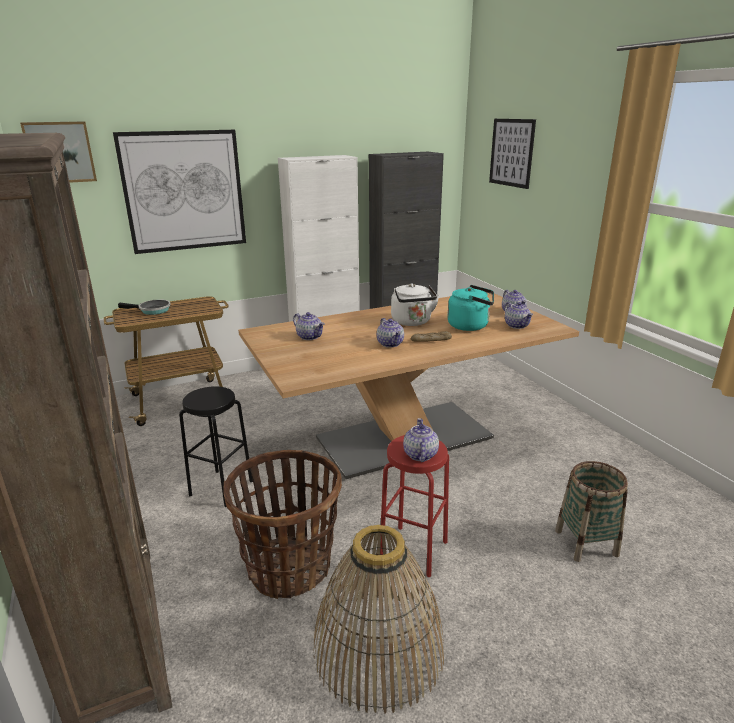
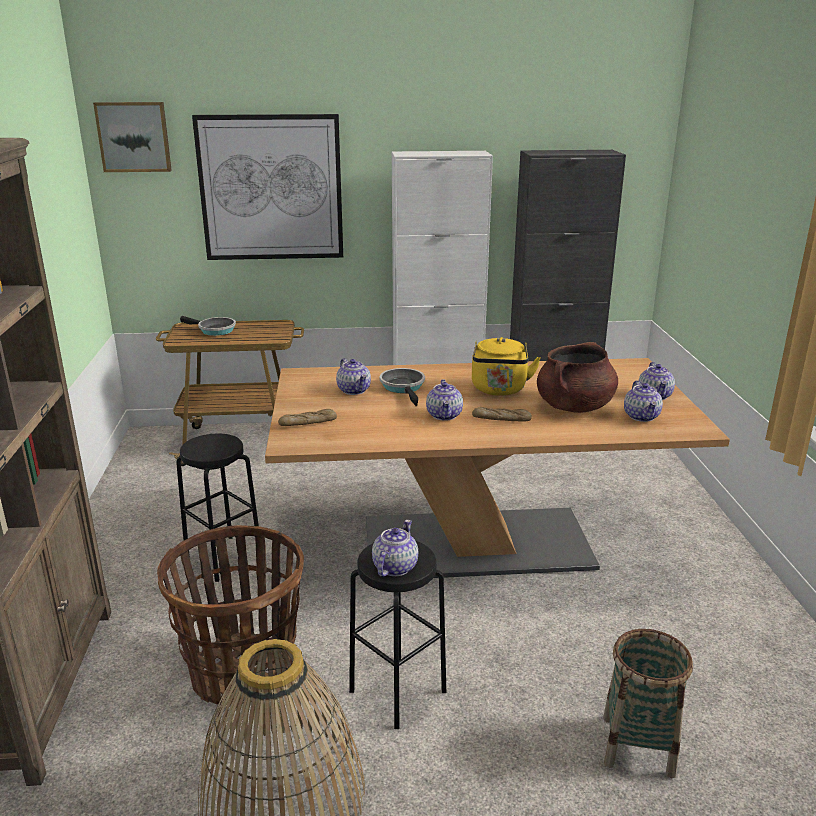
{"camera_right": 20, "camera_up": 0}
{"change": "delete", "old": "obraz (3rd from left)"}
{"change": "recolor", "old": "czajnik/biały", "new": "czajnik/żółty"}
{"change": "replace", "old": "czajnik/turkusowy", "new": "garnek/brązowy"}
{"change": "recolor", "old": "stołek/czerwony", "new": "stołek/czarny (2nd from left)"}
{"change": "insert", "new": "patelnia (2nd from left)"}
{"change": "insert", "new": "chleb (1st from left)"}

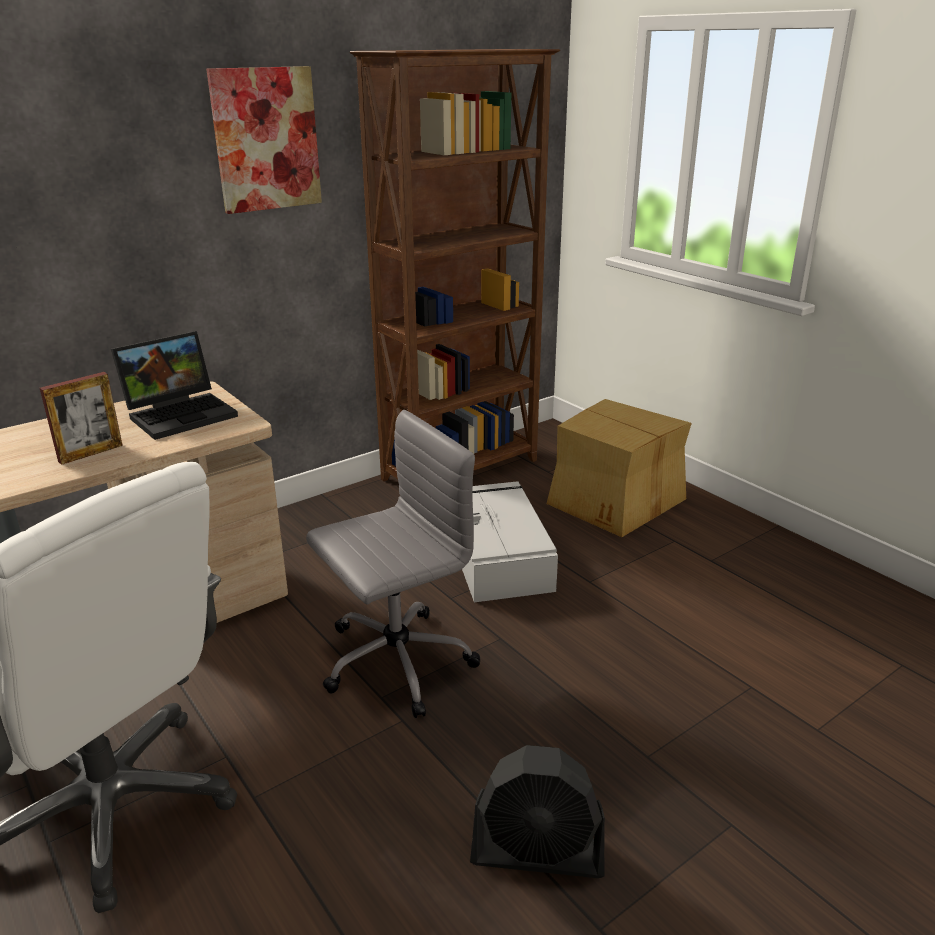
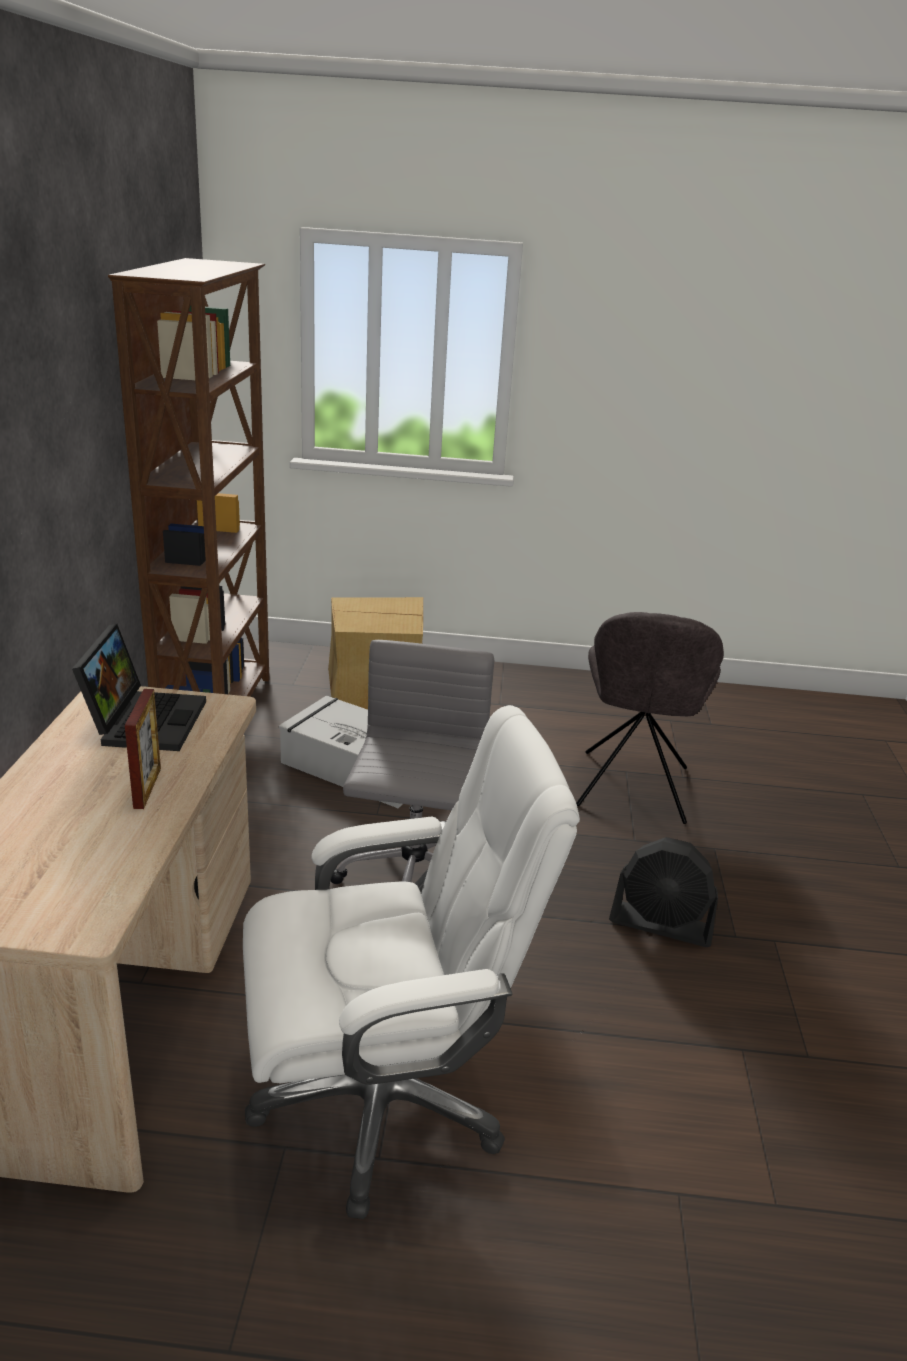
{"camera_right": -50, "camera_up": 0}
{"change": "delete", "old": "obraz"}
{"change": "rotate", "old": "wentylator/czarny", "degrees": 60}
{"change": "insert", "new": "krzesło/szary"}

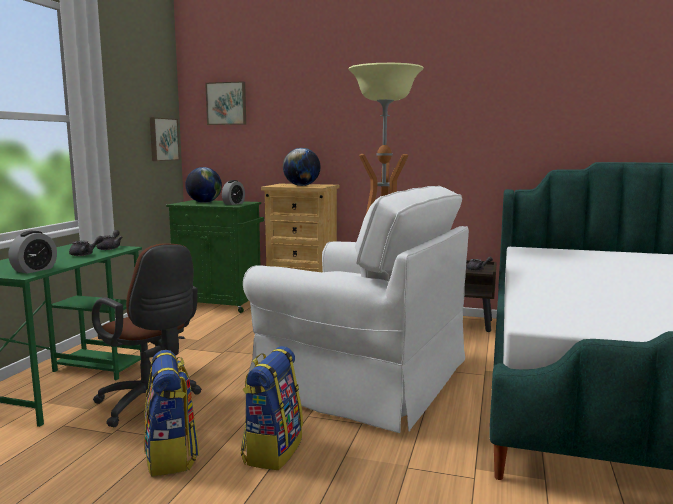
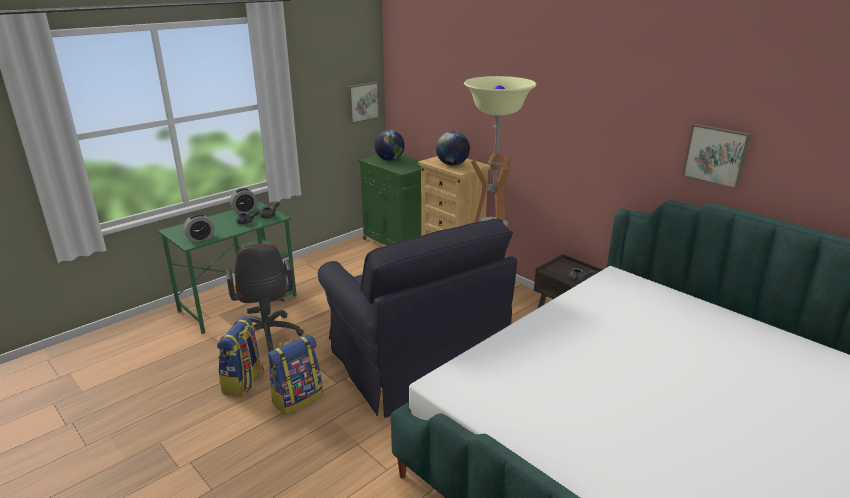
{"camera_right": 30, "camera_up": 15}
{"change": "move", "old": "obraz (2nd from left)"}
{"change": "move", "old": "budzik (2nd from left)"}
{"change": "recolor", "old": "fotel/biały", "new": "fotel/czarny"}

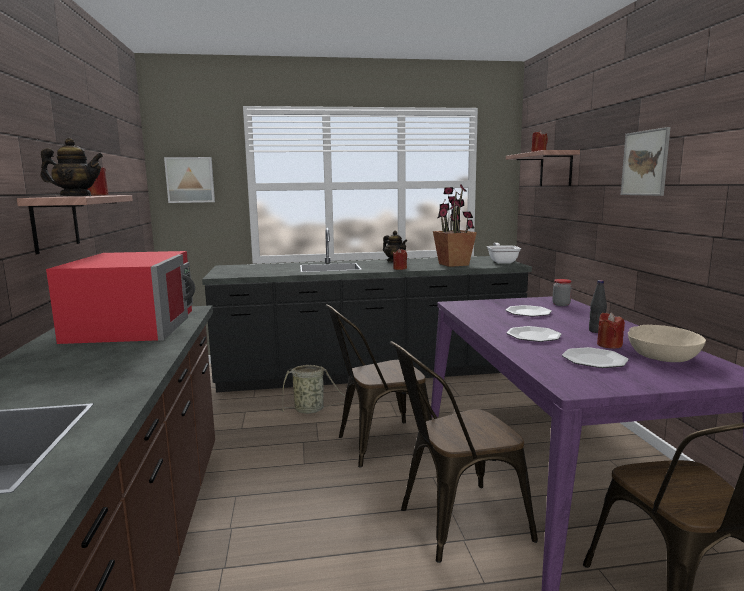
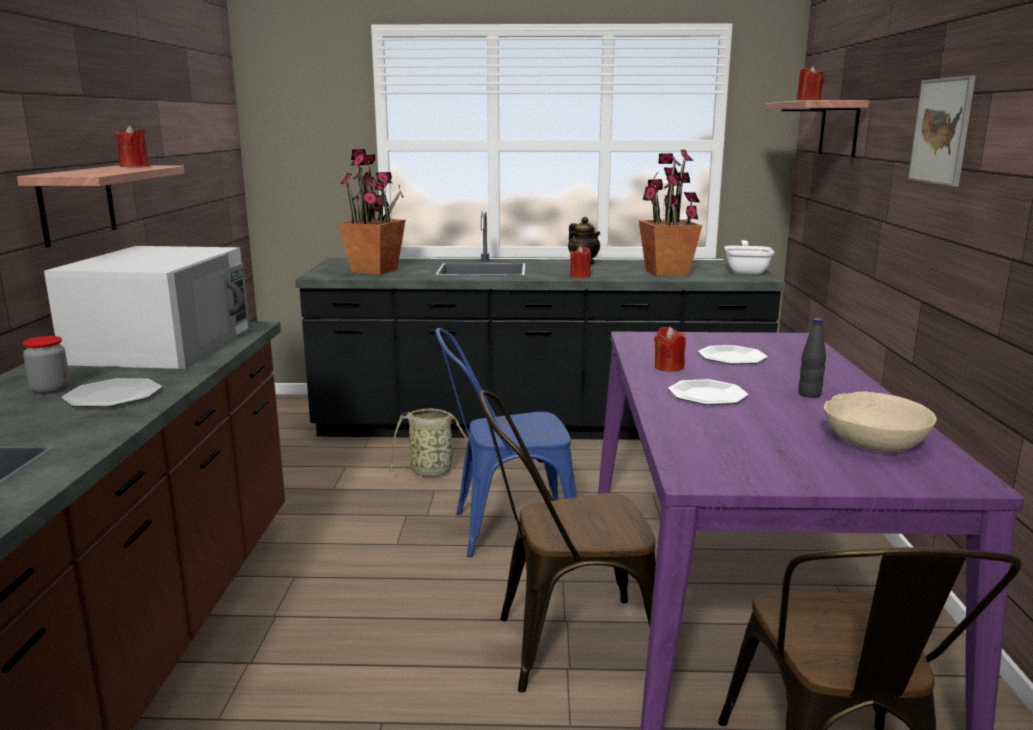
{"camera_right": 10, "camera_up": 5}
{"change": "delete", "old": "imbryk (1st from left)"}
{"change": "delete", "old": "obraz (1st from left)"}
{"change": "recolor", "old": "mikrofalówka/czerwony", "new": "mikrofalówka/biały"}
{"change": "move", "old": "słoik"}
{"change": "recolor", "old": "krzesło/brązowy (1st from left)", "new": "krzesło/niebieski"}
{"change": "move", "old": "świeca/czerwony (4th from left in the first image)", "new": "świeca/czerwony (3rd from left)"}
{"change": "move", "old": "talerz (3rd from left in the first image)", "new": "talerz (1st from left)"}
{"change": "insert", "new": "roślina doniczkowa (1st from left)"}

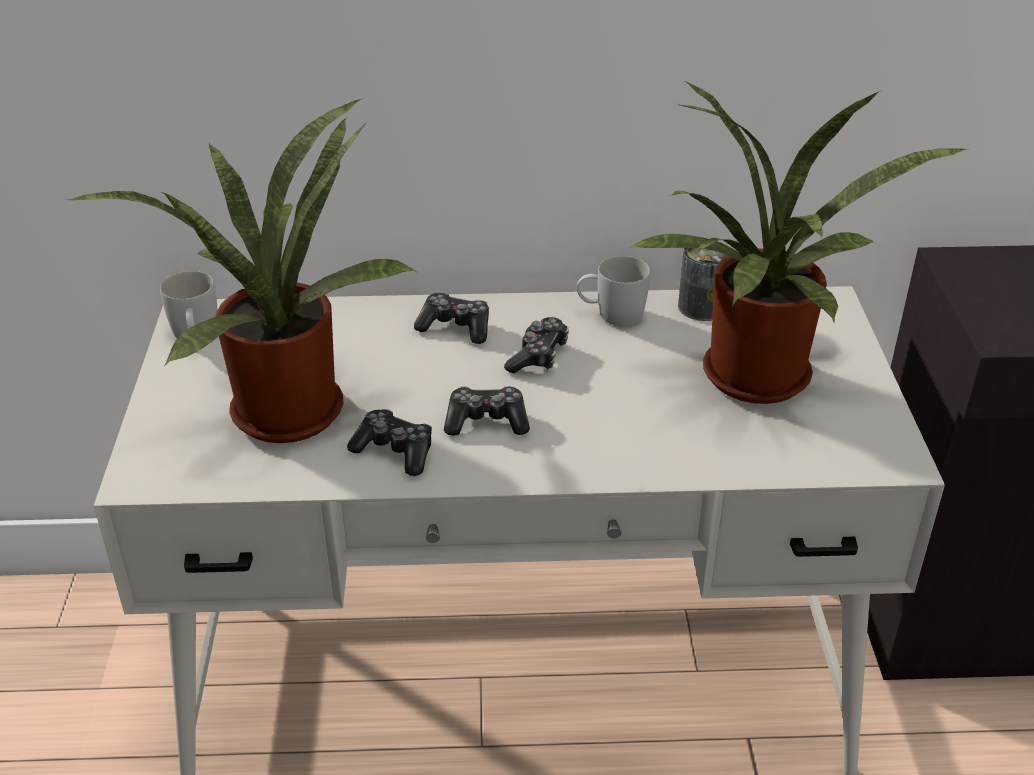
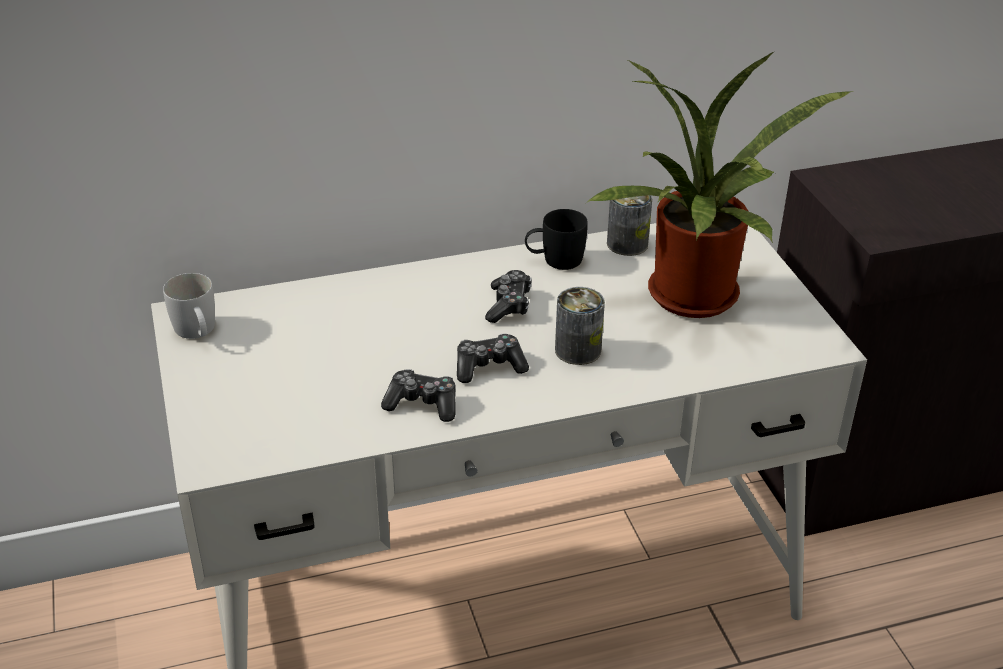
{"camera_right": -15, "camera_up": 0}
{"change": "delete", "old": "roślina doniczkowa (1st from left)"}
{"change": "recolor", "old": "kubek/biały (2nd from left)", "new": "kubek/czarny"}
{"change": "delete", "old": "pad do gier (2nd from left)"}
{"change": "insert", "new": "puszka (1st from left)"}

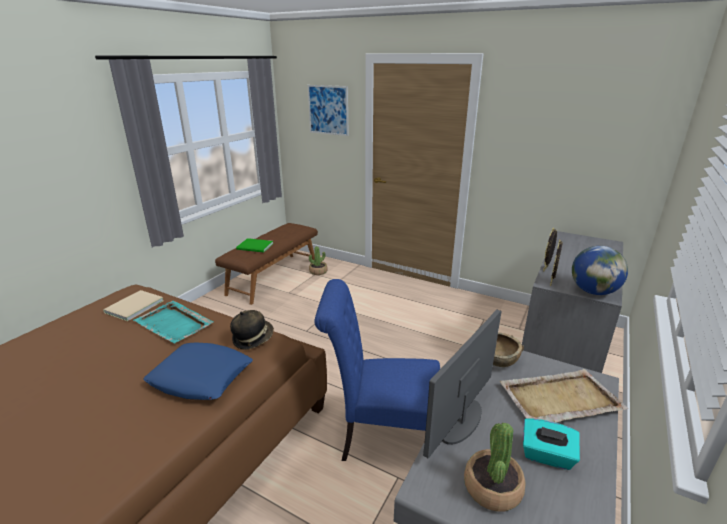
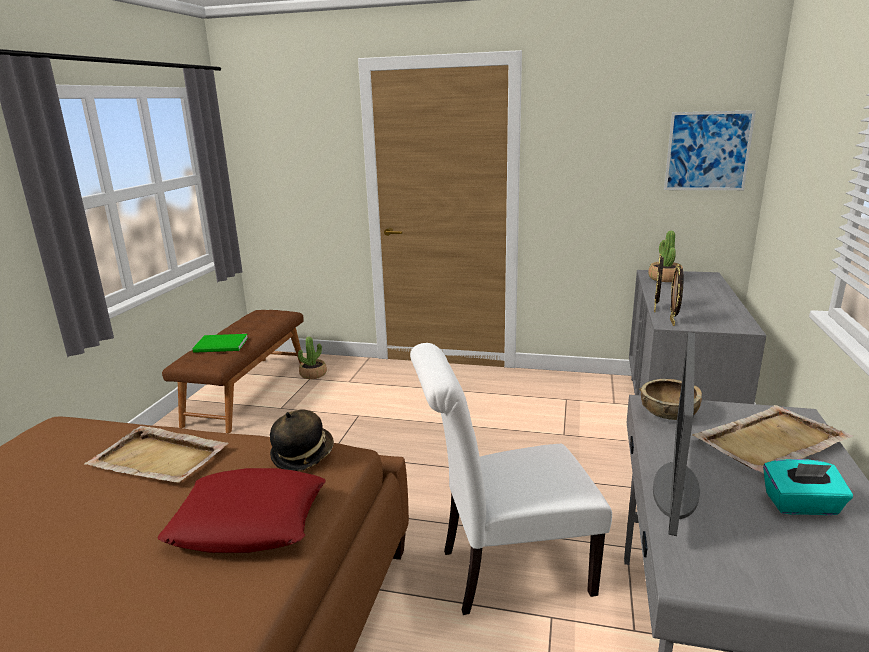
{"camera_right": -15, "camera_up": -5}
{"change": "move", "old": "obraz"}
{"change": "delete", "old": "globus"}
{"change": "recolor", "old": "krzesło/niebieski", "new": "krzesło/biały"}
{"change": "delete", "old": "książka/beżowy"}
{"change": "recolor", "old": "taca/turkusowy", "new": "taca/beżowy (1st from left)"}
{"change": "recolor", "old": "poduszka/niebieski", "new": "poduszka/czerwony"}
{"change": "move", "old": "roślina doniczkowa (2nd from left)"}

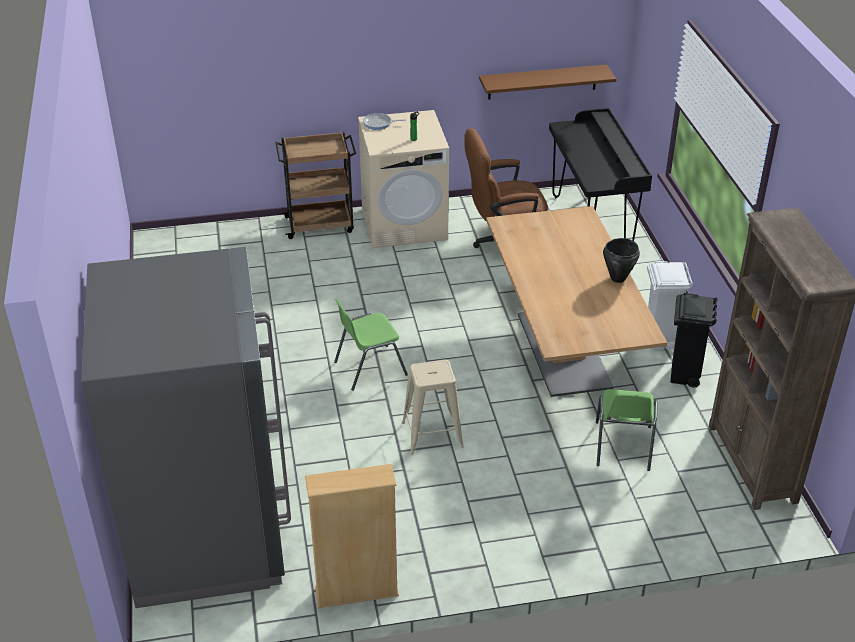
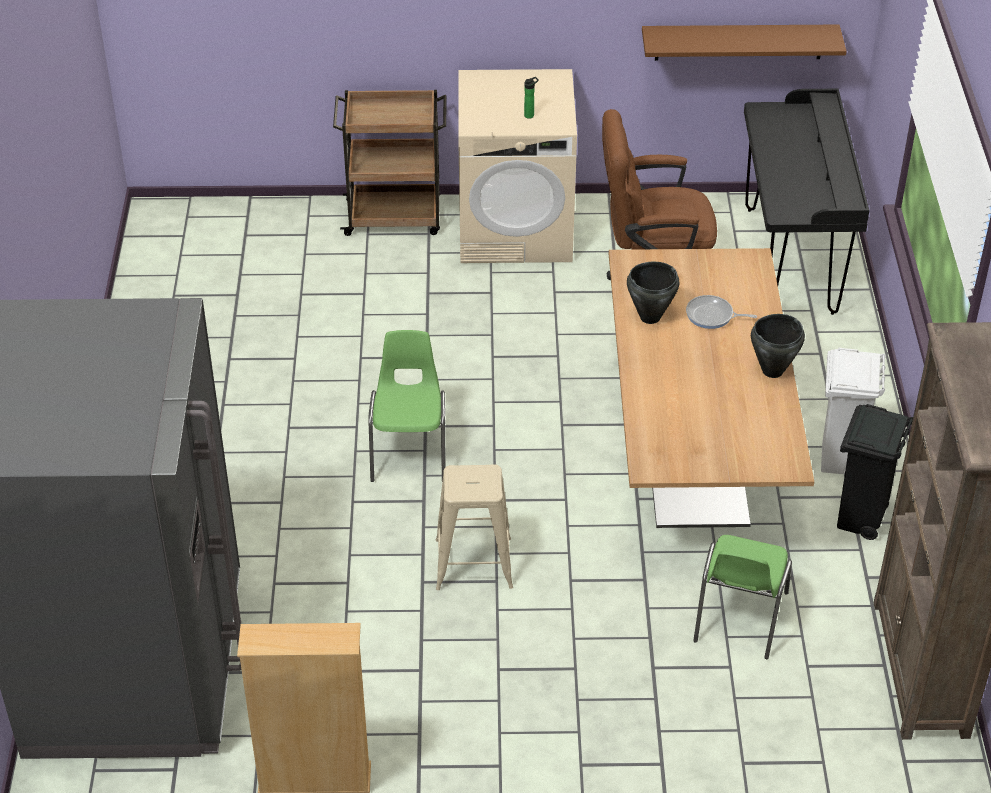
{"camera_right": 10, "camera_up": 5}
{"change": "move", "old": "patelnia"}
{"change": "rotate", "old": "krzesło/zielony (1st from left)", "degrees": 105}
{"change": "insert", "new": "garnek/czarny (1st from left)"}

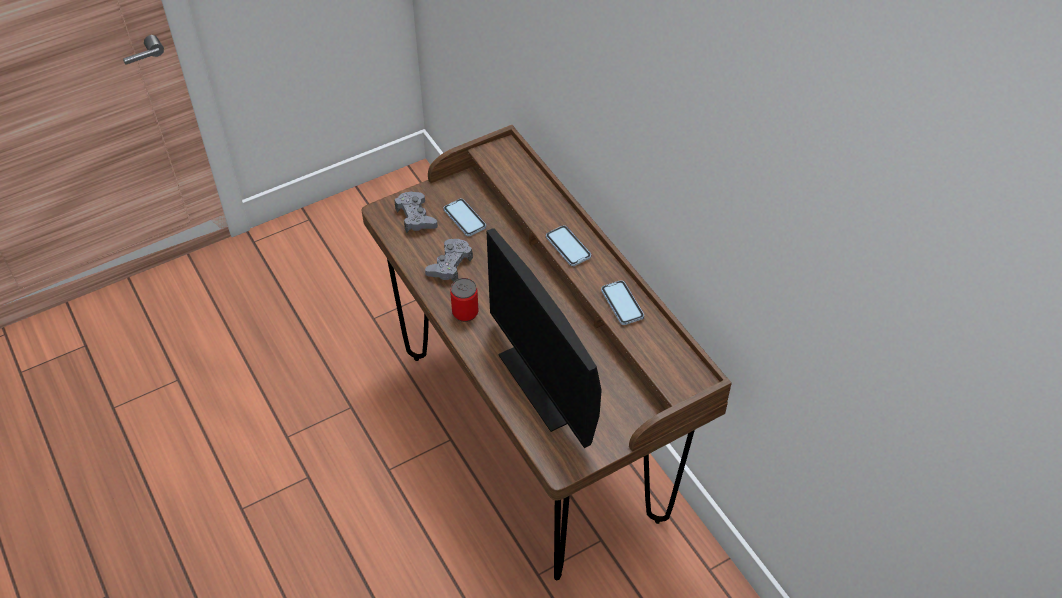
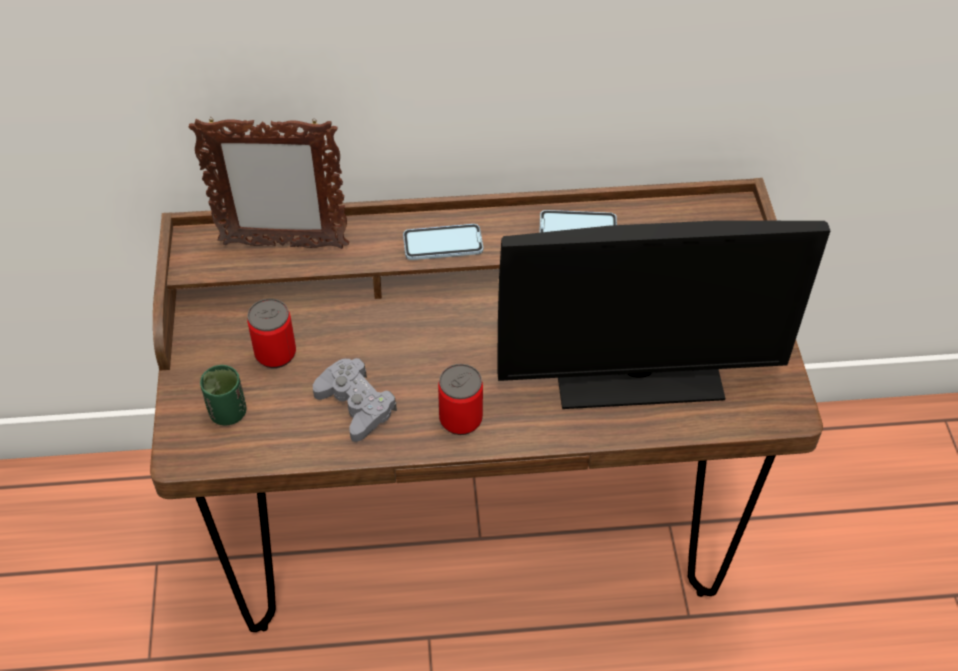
{"camera_right": -65, "camera_up": 0}
{"change": "replace", "old": "pad do gier/szary (1st from left)", "new": "filiżanka/zielony"}
{"change": "replace", "old": "telefon (1st from left)", "new": "puszka (1st from left)"}
{"change": "insert", "new": "ramka na zdjęcie"}

